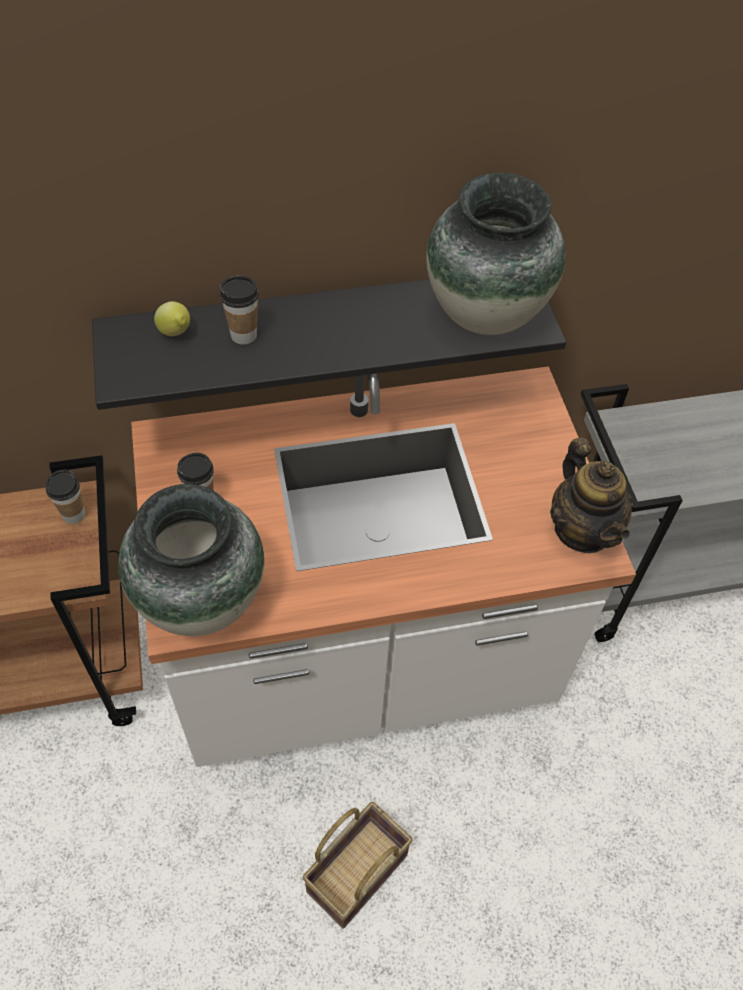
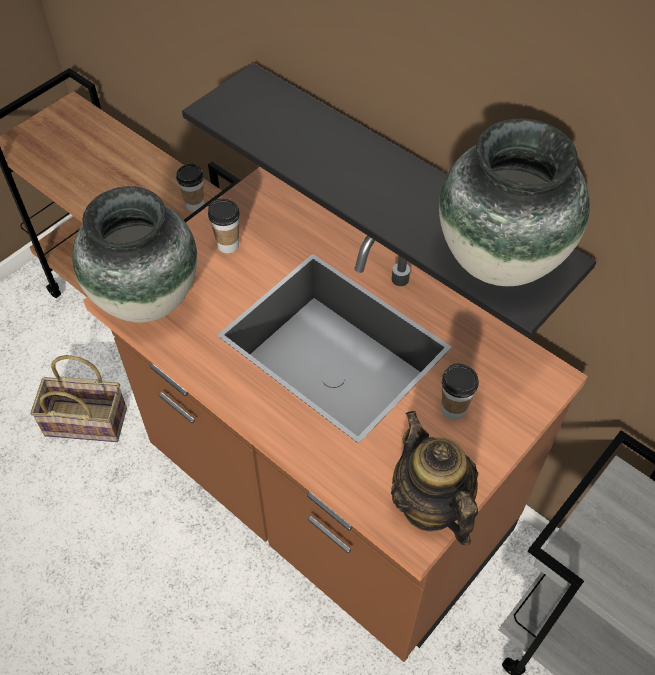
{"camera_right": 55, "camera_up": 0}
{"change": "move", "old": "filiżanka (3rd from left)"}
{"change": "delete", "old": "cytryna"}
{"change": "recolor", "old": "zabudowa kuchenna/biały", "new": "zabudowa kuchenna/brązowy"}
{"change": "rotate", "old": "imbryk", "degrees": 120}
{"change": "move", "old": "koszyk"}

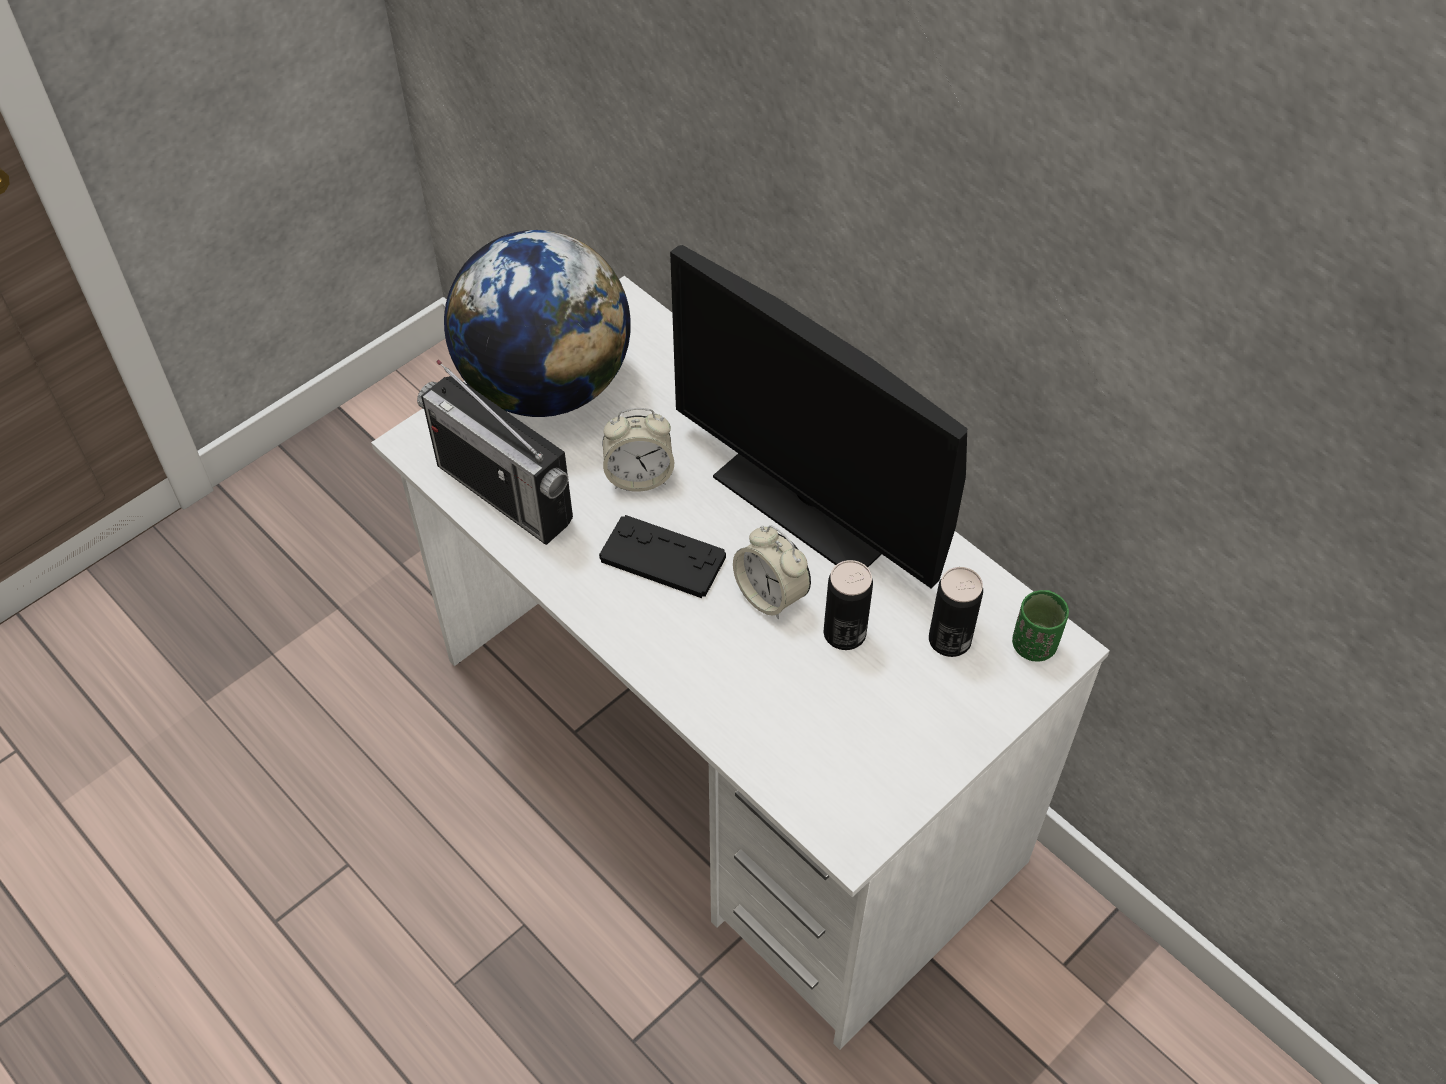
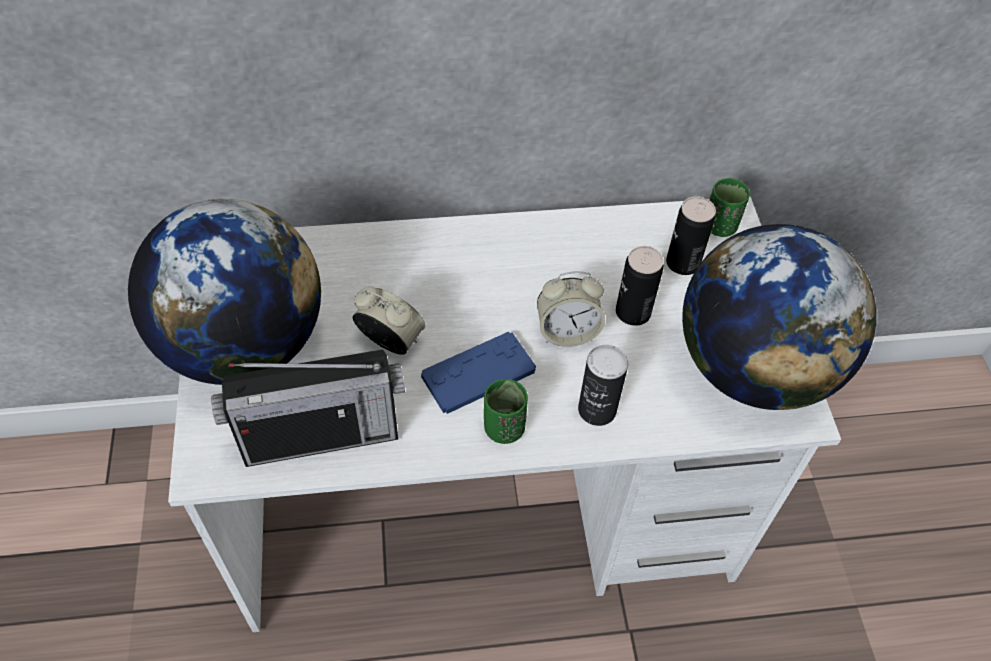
{"camera_right": -55, "camera_up": 0}
{"change": "delete", "old": "monitor"}
{"change": "rotate", "old": "budzik (1st from left)", "degrees": -90}
{"change": "recolor", "old": "pad do gier/czarny", "new": "pad do gier/niebieski"}
{"change": "insert", "new": "globus (2nd from left)"}
{"change": "insert", "new": "puszka (1st from left)"}
{"change": "insert", "new": "filiżanka/zielony (1st from left)"}

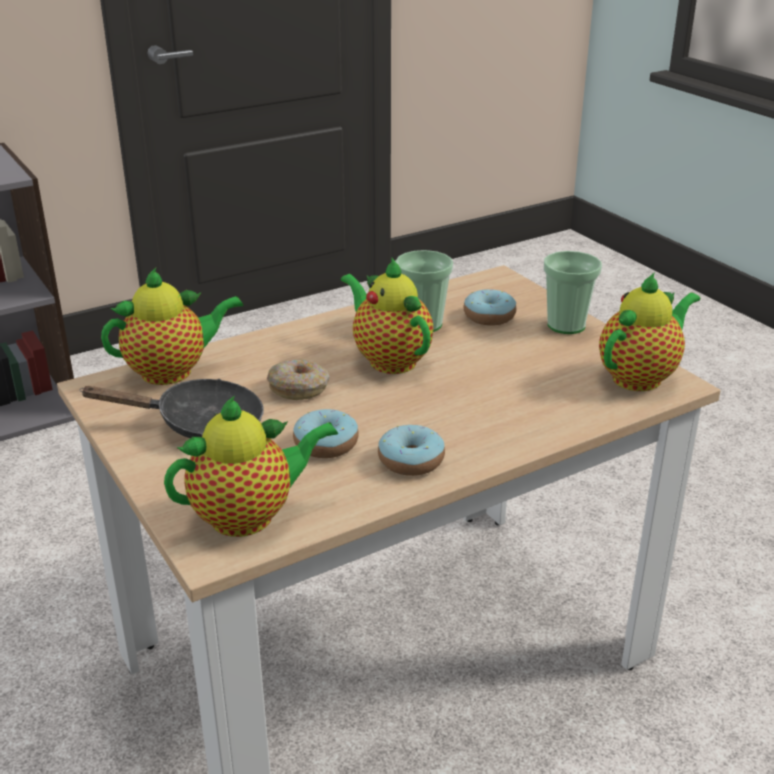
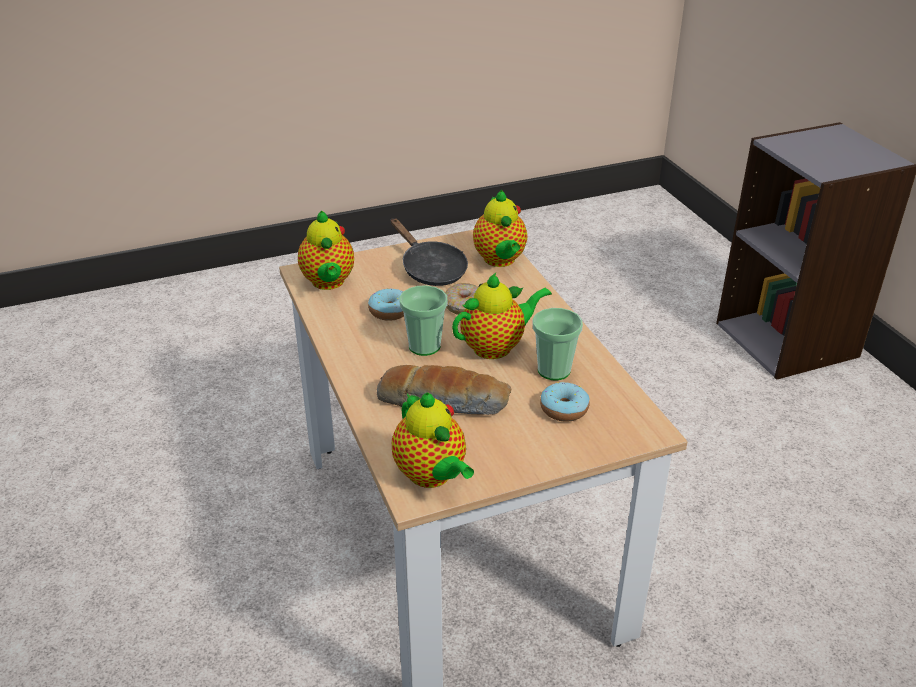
{"camera_right": 100, "camera_up": 5}
{"change": "move", "old": "filiżanka (2nd from left in the first image)", "new": "filiżanka (1st from left)"}
{"change": "rotate", "old": "patelnia/czarny", "degrees": -45}
{"change": "delete", "old": "donut (3rd from left)"}
{"change": "insert", "new": "chleb"}

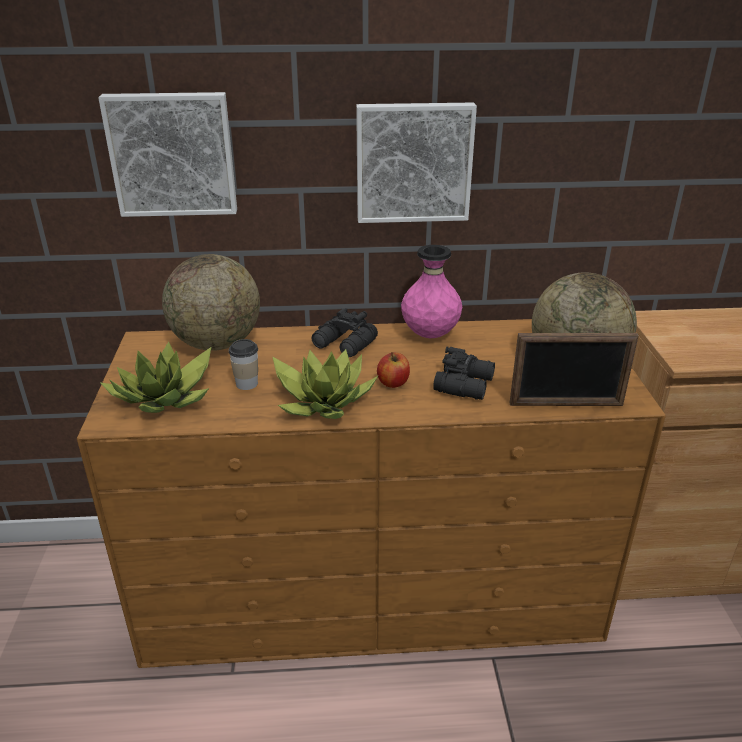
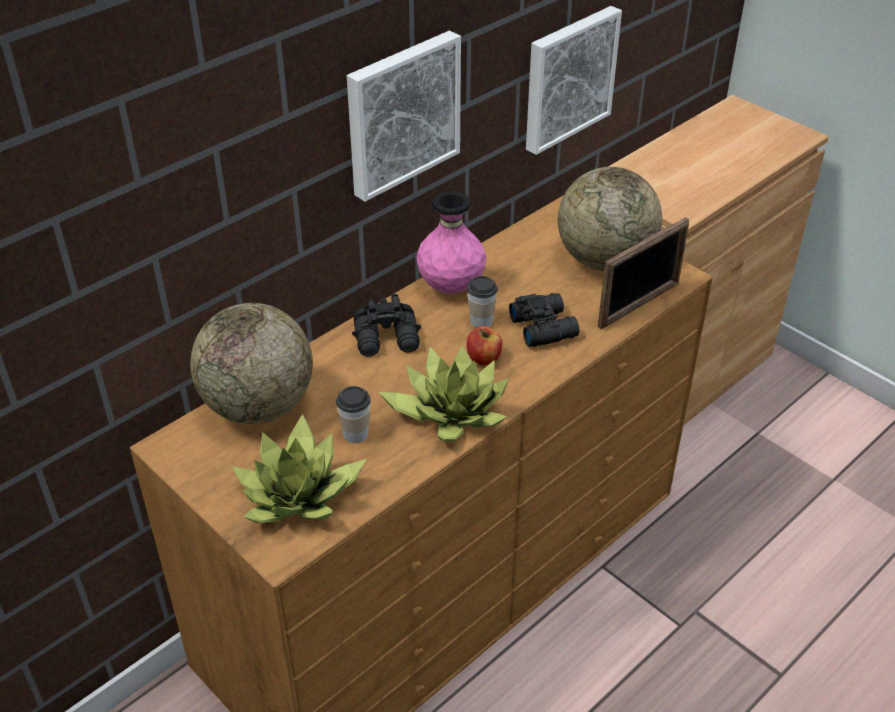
{"camera_right": -40, "camera_up": 10}
{"change": "move", "old": "obraz (1st from left in the first image)", "new": "obraz (2nd from left)"}
{"change": "insert", "new": "filiżanka (2nd from left)"}

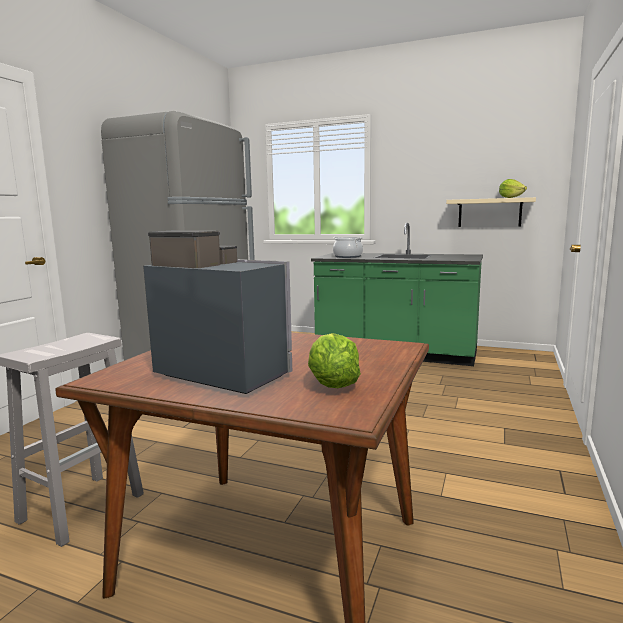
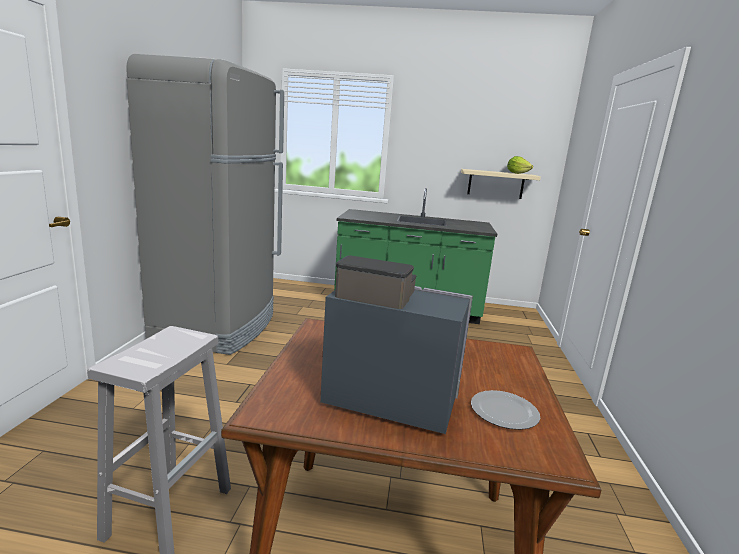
{"camera_right": -15, "camera_up": 5}
{"change": "delete", "old": "garnek"}
{"change": "replace", "old": "sałata (1st from left)", "new": "talerz"}

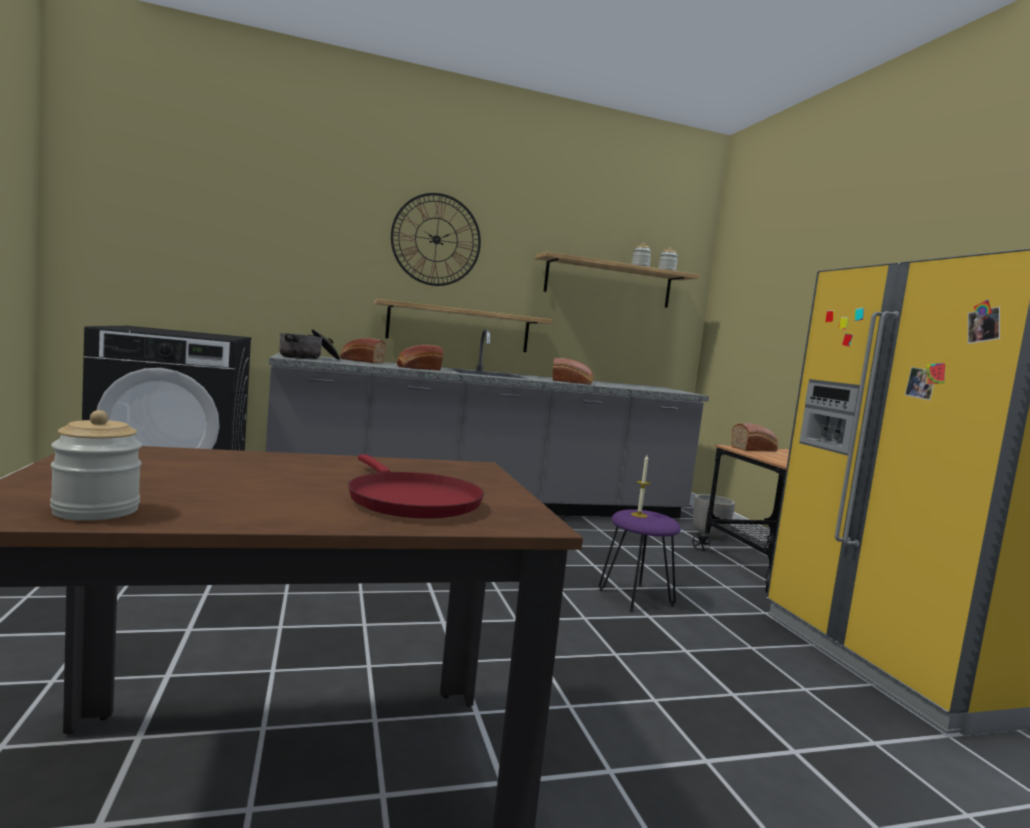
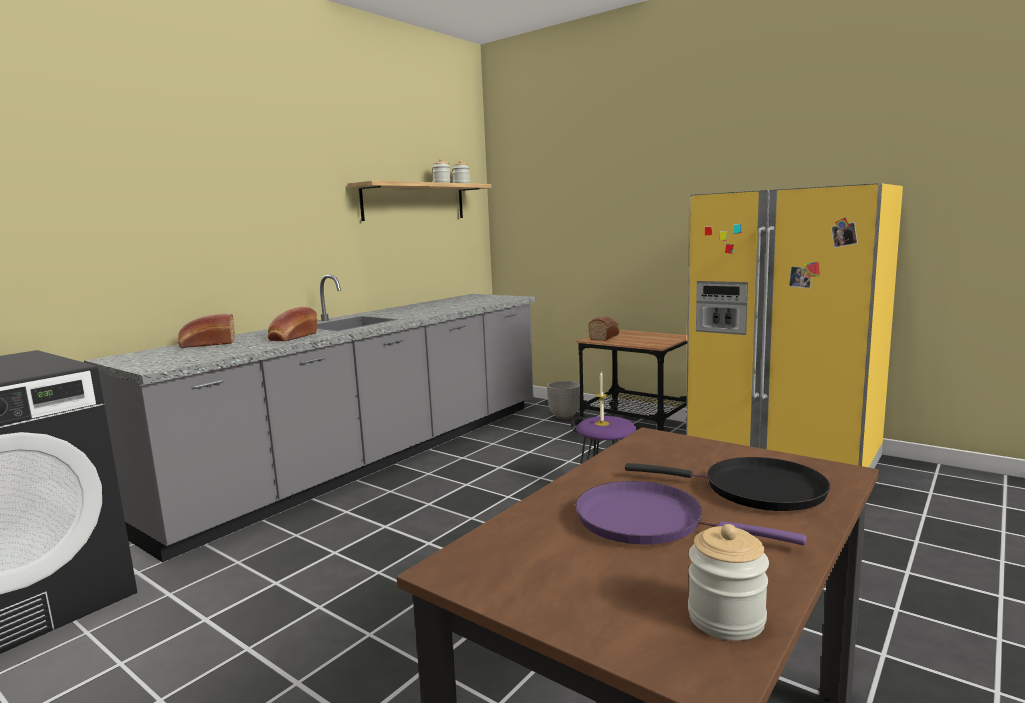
{"camera_right": -35, "camera_up": 5}
{"change": "delete", "old": "zegar ścienny"}
{"change": "delete", "old": "półka (1st from left)"}
{"change": "delete", "old": "garnek"}
{"change": "delete", "old": "chleb (3rd from left)"}
{"change": "recolor", "old": "patelnia/czerwony", "new": "patelnia/czarny"}
{"change": "insert", "new": "patelnia/fioletowy"}

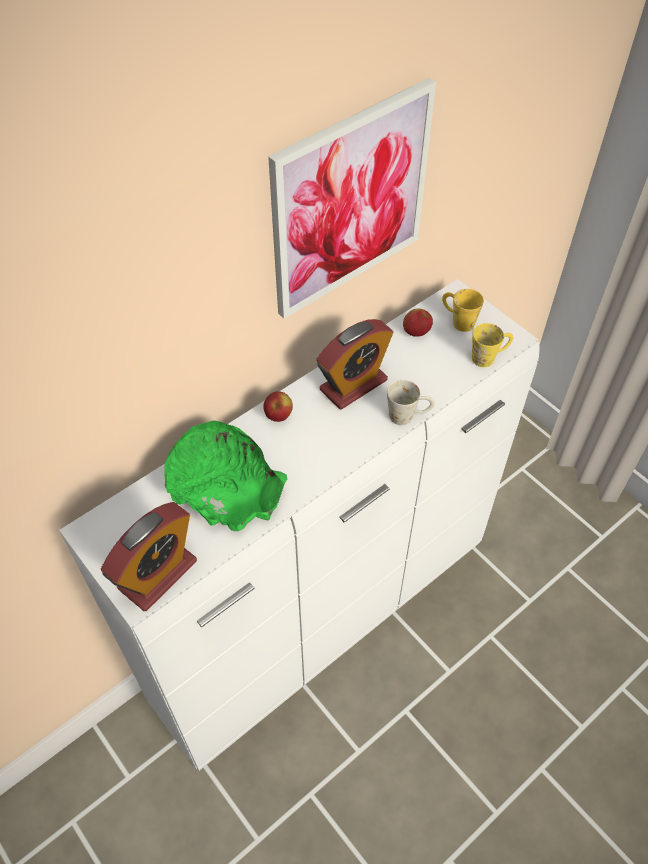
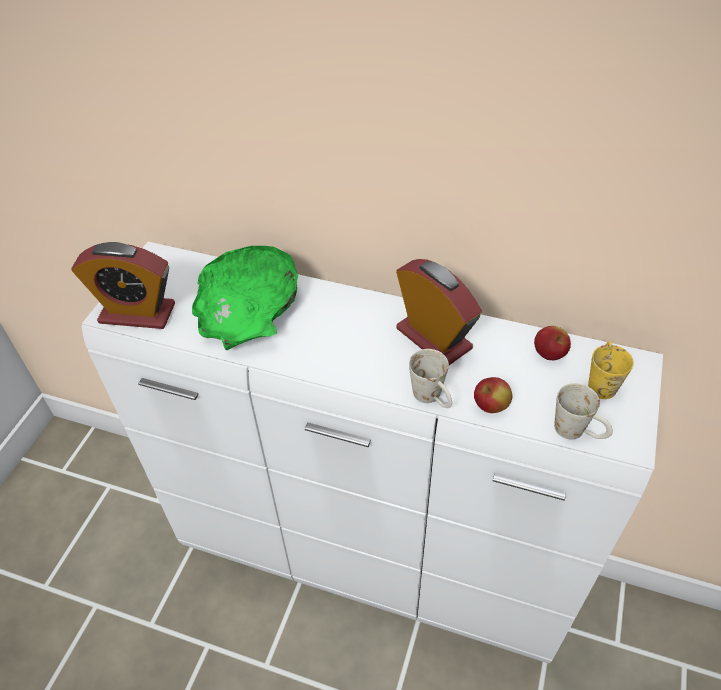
{"camera_right": 60, "camera_up": -5}
{"change": "delete", "old": "obraz"}
{"change": "rotate", "old": "budzik (2nd from left)", "degrees": -150}
{"change": "recolor", "old": "kubek/żółty (2nd from left)", "new": "kubek/biały (2nd from left)"}
{"change": "move", "old": "jabłko (1st from left)"}

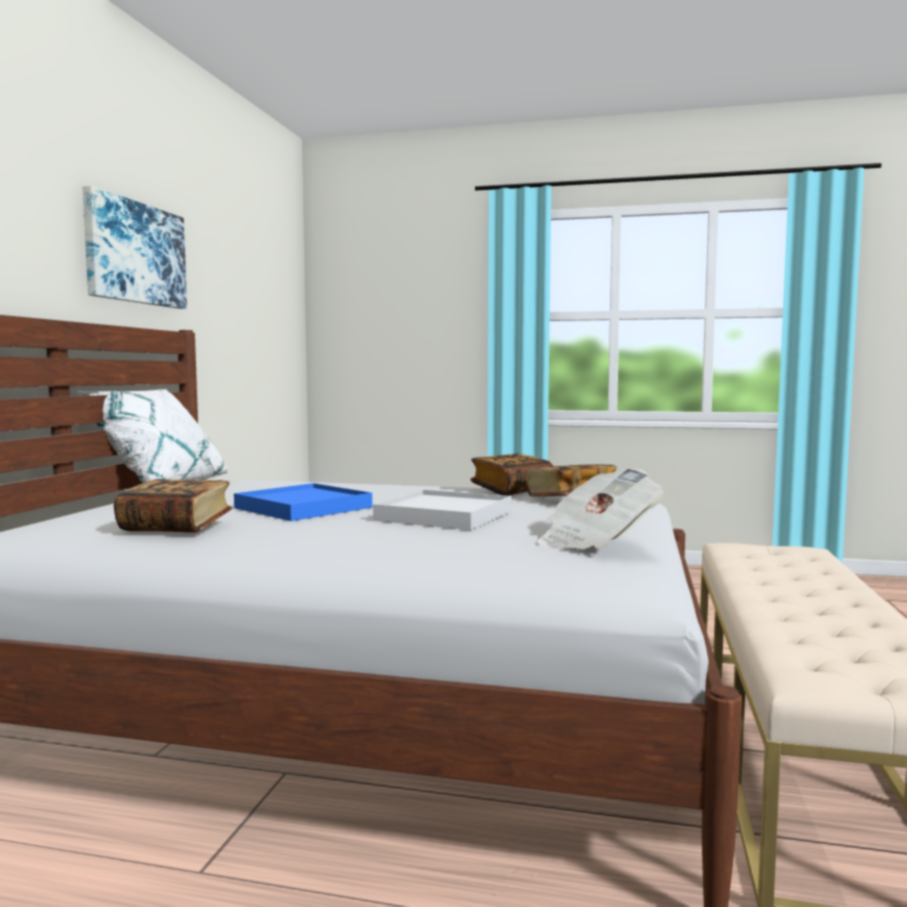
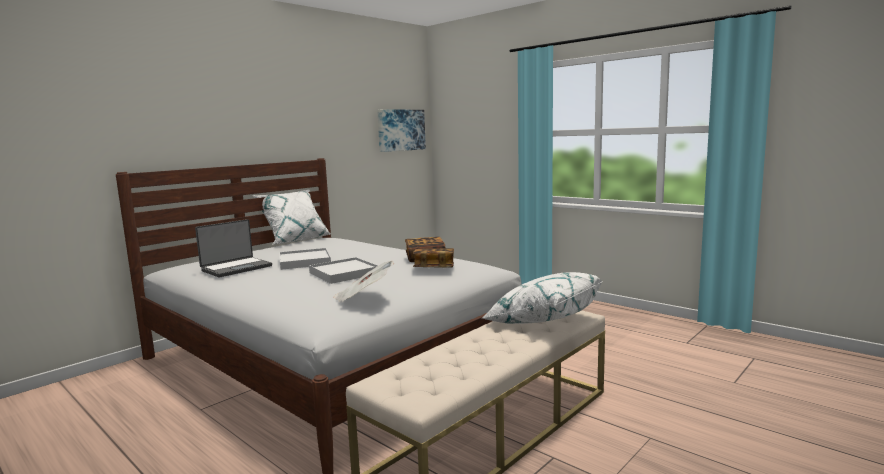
{"camera_right": 30, "camera_up": 5}
{"change": "move", "old": "obraz"}
{"change": "replace", "old": "książka (1st from left)", "new": "laptop"}
{"change": "recolor", "old": "taca/niebieski", "new": "taca/biały (1st from left)"}
{"change": "insert", "new": "poduszka/biały (2nd from left)"}

